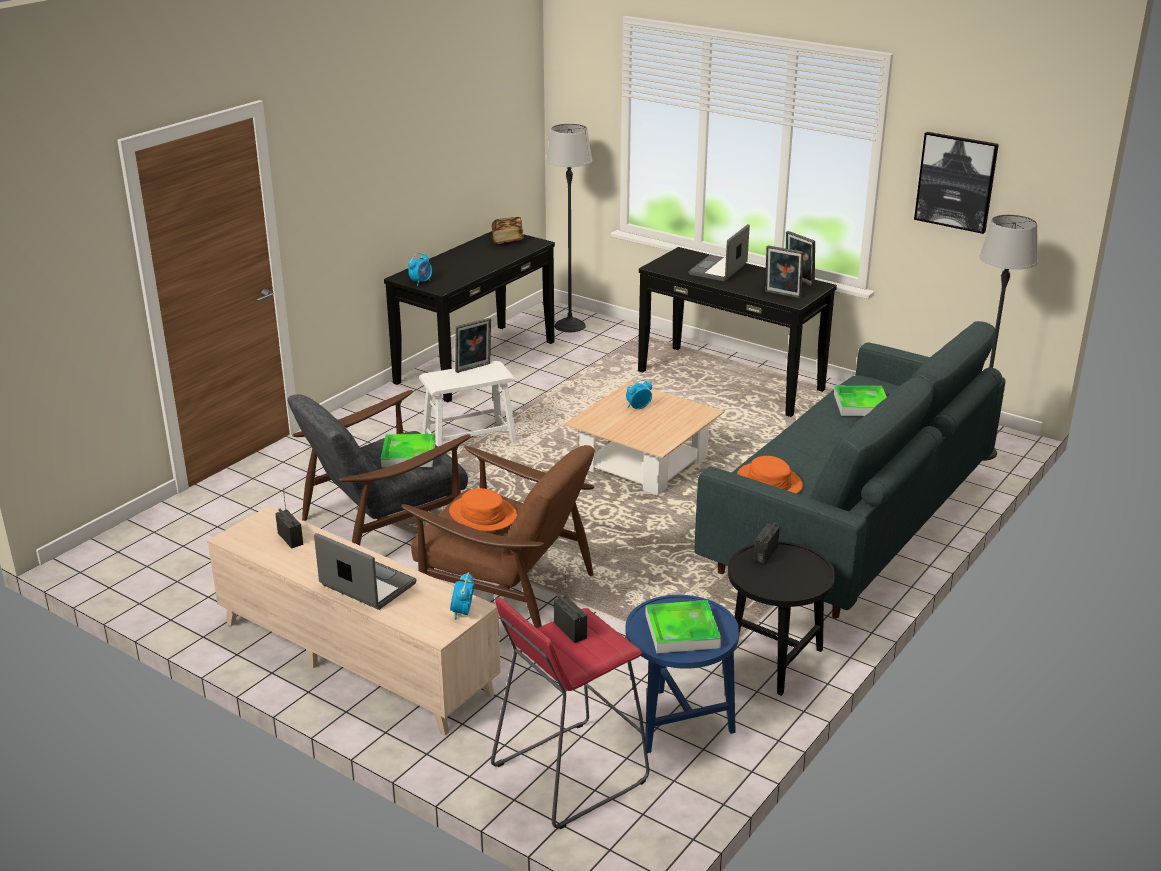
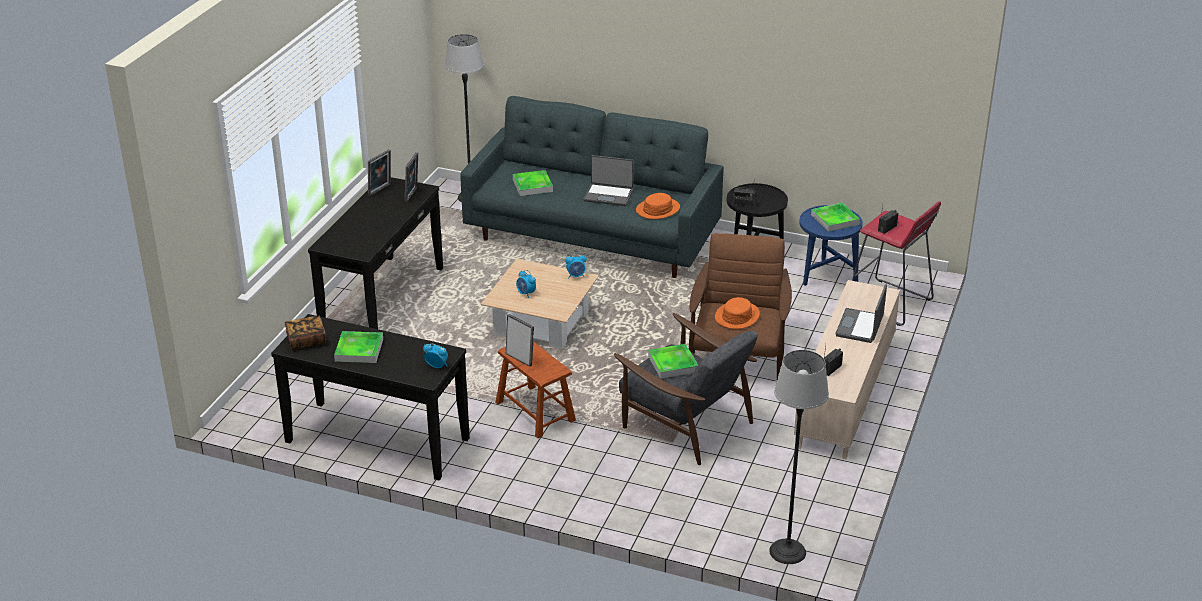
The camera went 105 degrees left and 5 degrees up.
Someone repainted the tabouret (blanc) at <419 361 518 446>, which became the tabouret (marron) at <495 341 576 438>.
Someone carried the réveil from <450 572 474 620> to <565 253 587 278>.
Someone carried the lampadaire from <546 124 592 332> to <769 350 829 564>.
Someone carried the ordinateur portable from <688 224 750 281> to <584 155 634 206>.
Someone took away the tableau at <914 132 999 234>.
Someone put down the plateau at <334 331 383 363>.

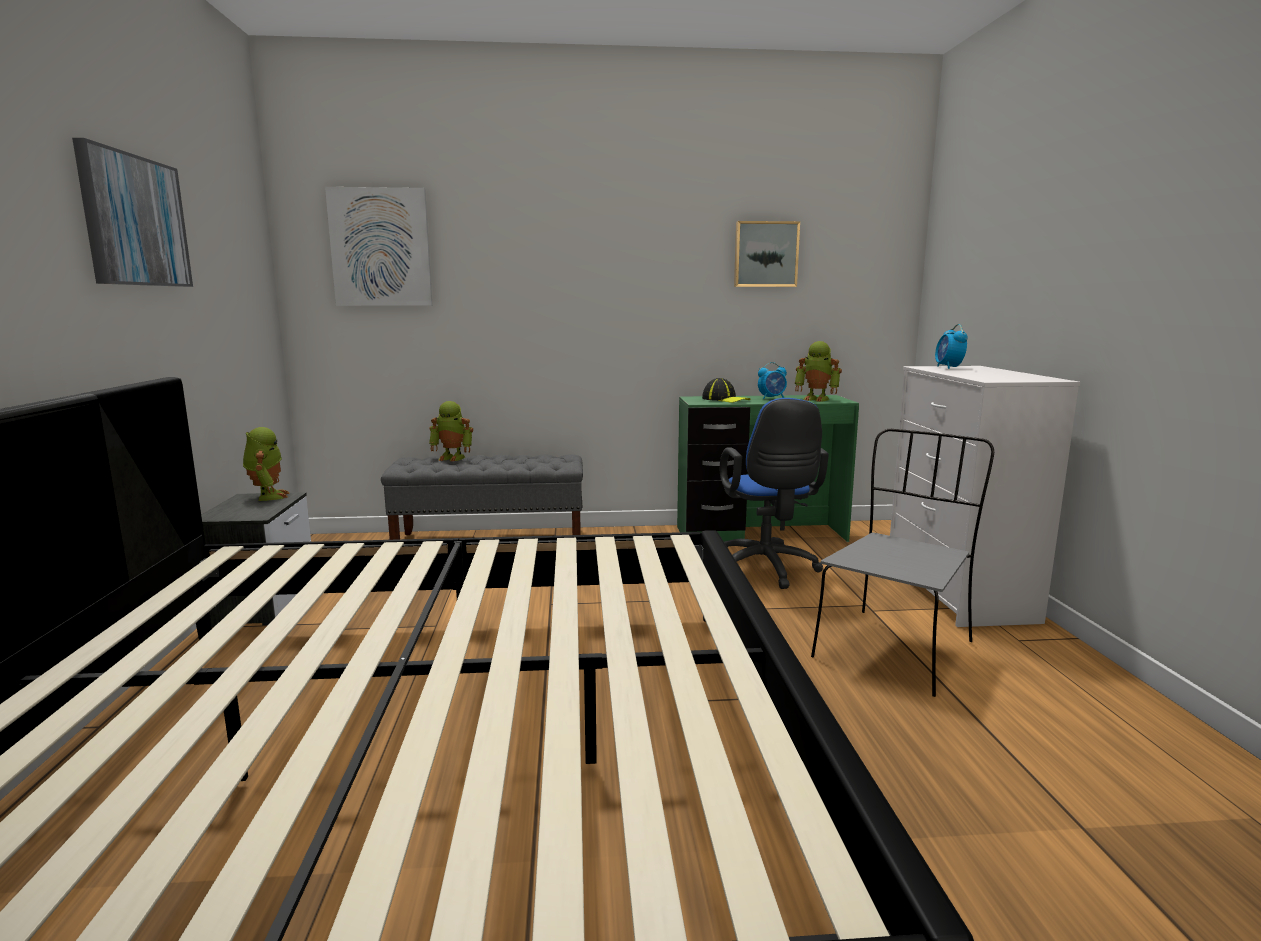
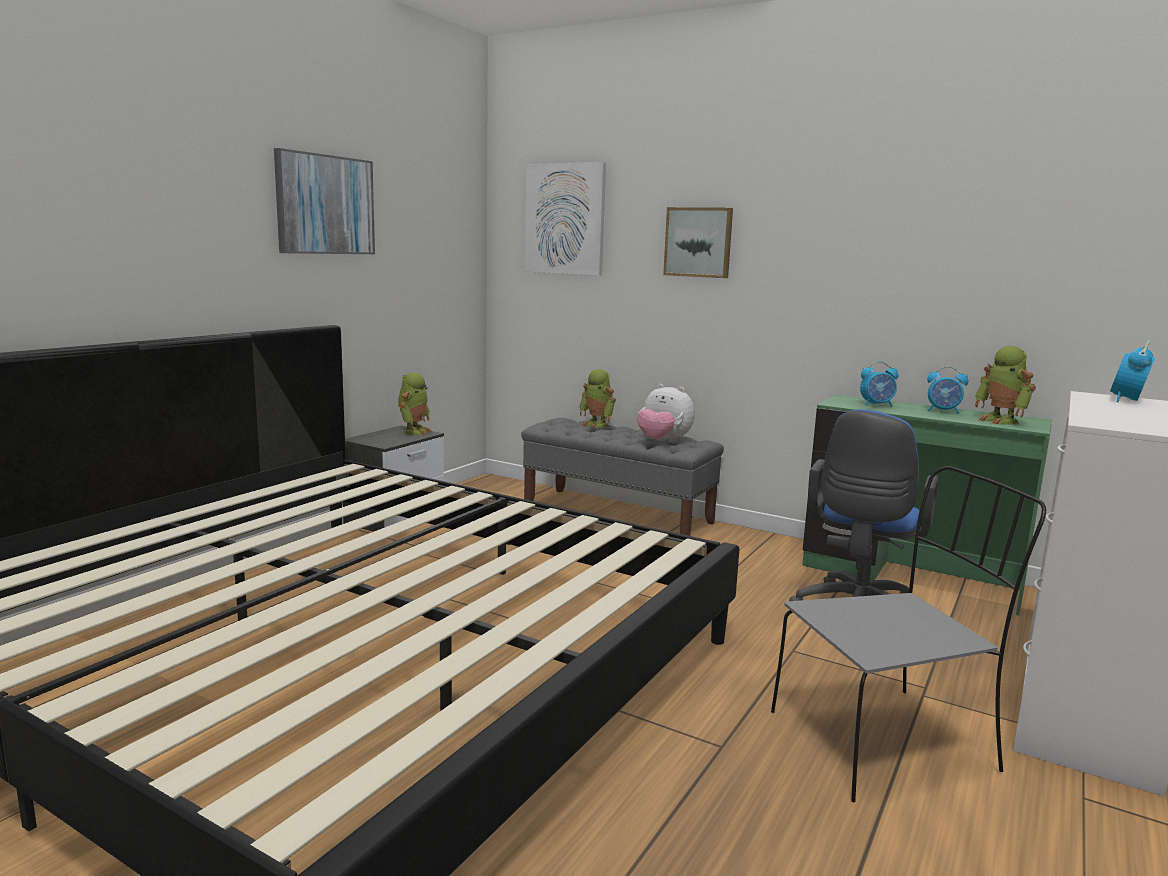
The camera went 35 degrees right and 0 degrees up.
Someone swapped the casquette at <702 378 751 403> for the réveil at <860 361 899 407>.
Someone carried the tableau from <734 221 800 287> to <663 207 733 278>.
Someone put down the peluche at <637 384 695 443>.

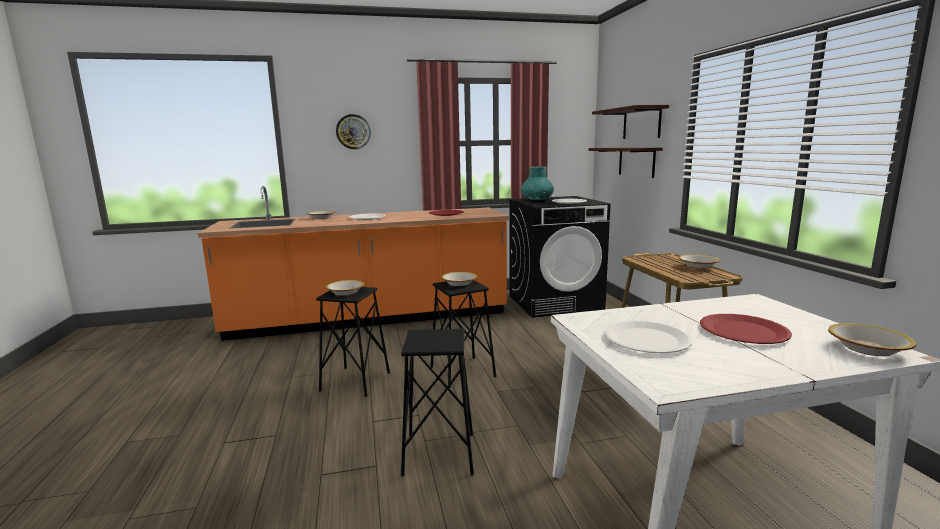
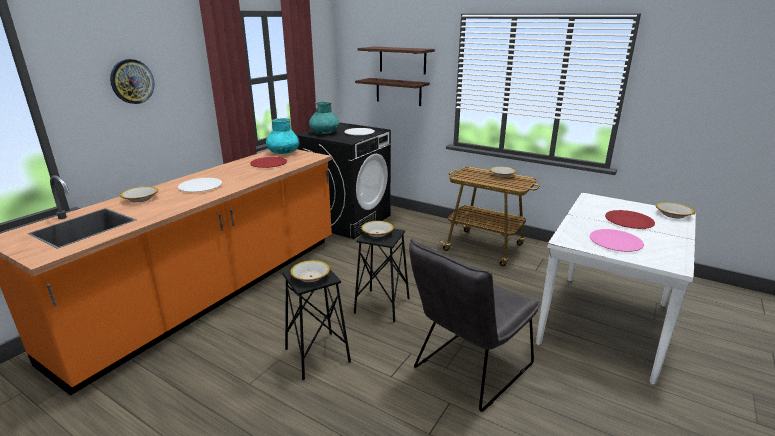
The camera went 45 degrees left and 10 degrees up.
Someone swapped the tabouret (noir) at <401 329 474 477> for the chaise (gris) at <409 239 540 412>.
Someone repainted the assiette (blanc) at <604 321 692 353>, which became the assiette (rose) at <590 229 644 252>.
Someone put down the vase (turquoise) at <266 118 300 154>.

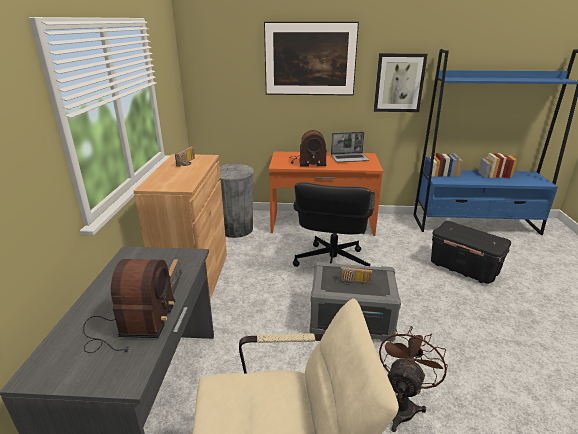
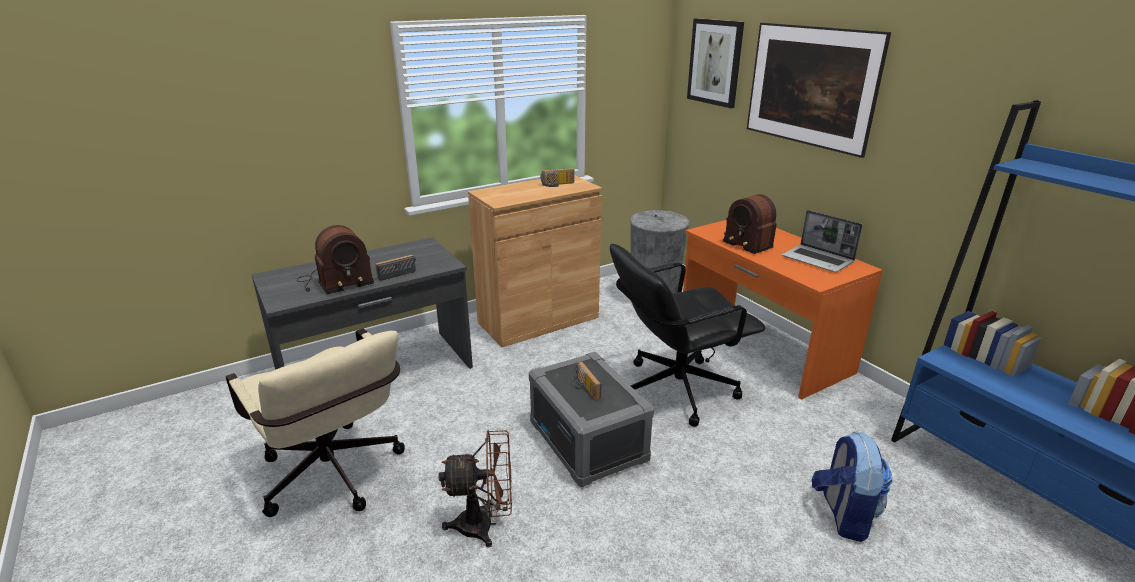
The camera went 55 degrees right and 0 degrees up.
Someone carried the tableau from <374 53 428 112> to <687 18 744 108>.
Someone swapped the boîte de rangement (noir) at <431 221 511 284> for the sac à dos at <812 431 893 542>.

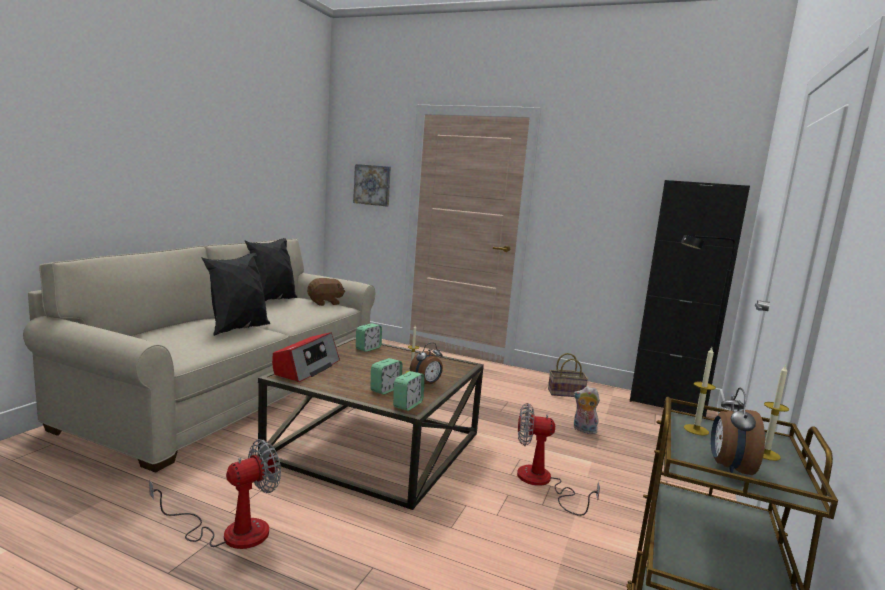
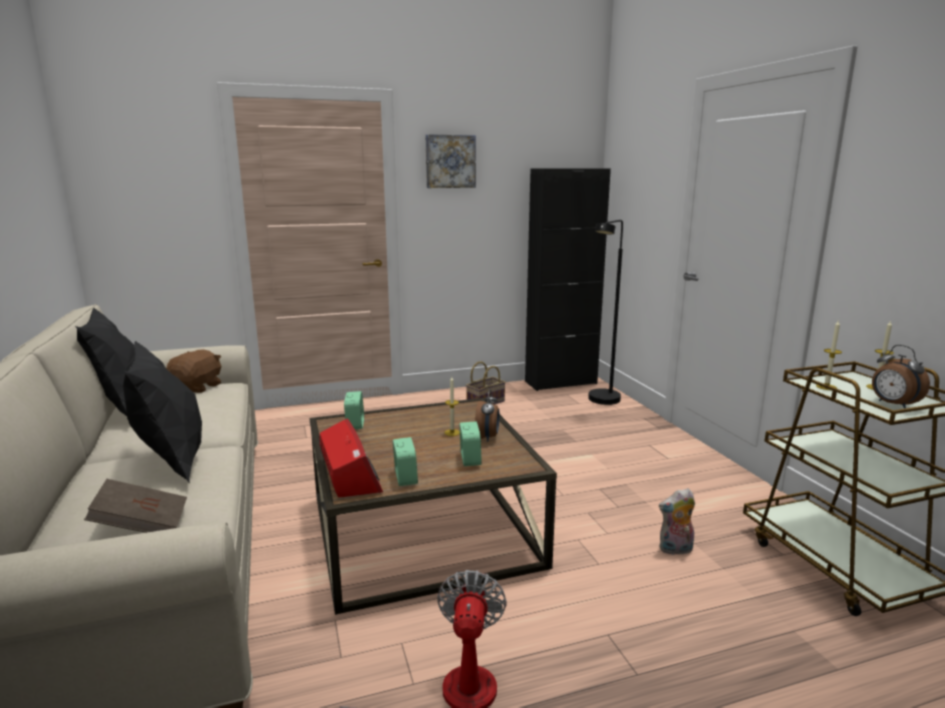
The camera went 40 degrees left and 5 degrees up.
Someone carried the tableau from <353 164 391 206> to <426 134 476 188>.
Someone carried the réveil from <393 371 424 411> to <393 437 418 486>.
Someone took away the ventilateur at <517 403 600 516>.
Someone carried the peluche from <574 386 600 435> to <659 488 695 555>.
Someone put down the livre (marron) at <84 479 187 533>.

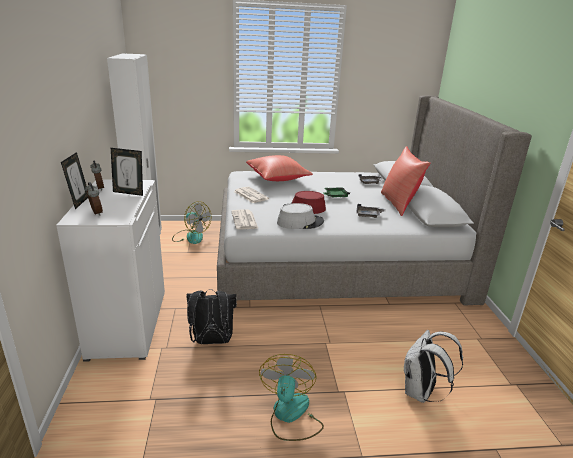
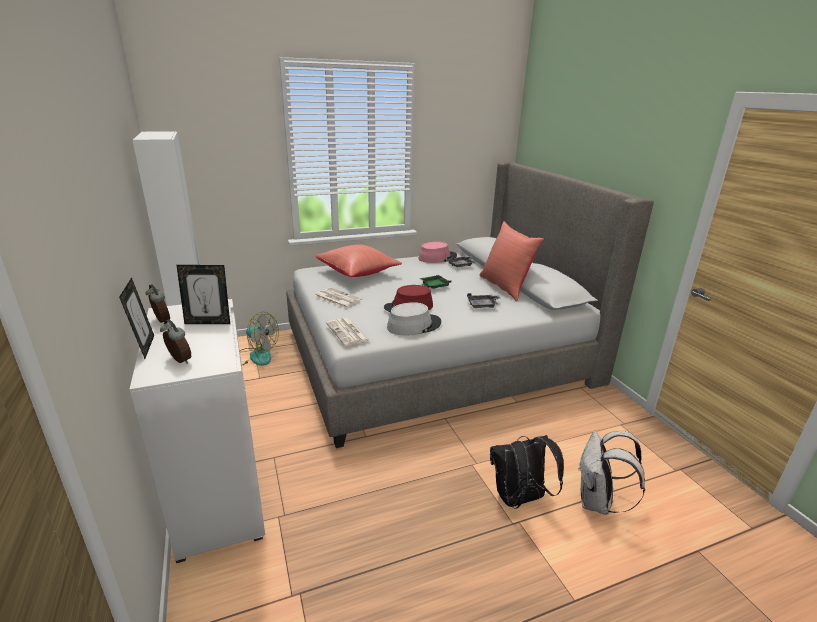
The camera went 15 degrees left and 0 degrees up.
Someone carried the sac à dos (noir) from <186 289 237 344> to <490 435 564 509>.
Someone took away the ventilateur at <259 354 324 441>.
Someone put down the chapeau (rose) at <418 242 457 263>.

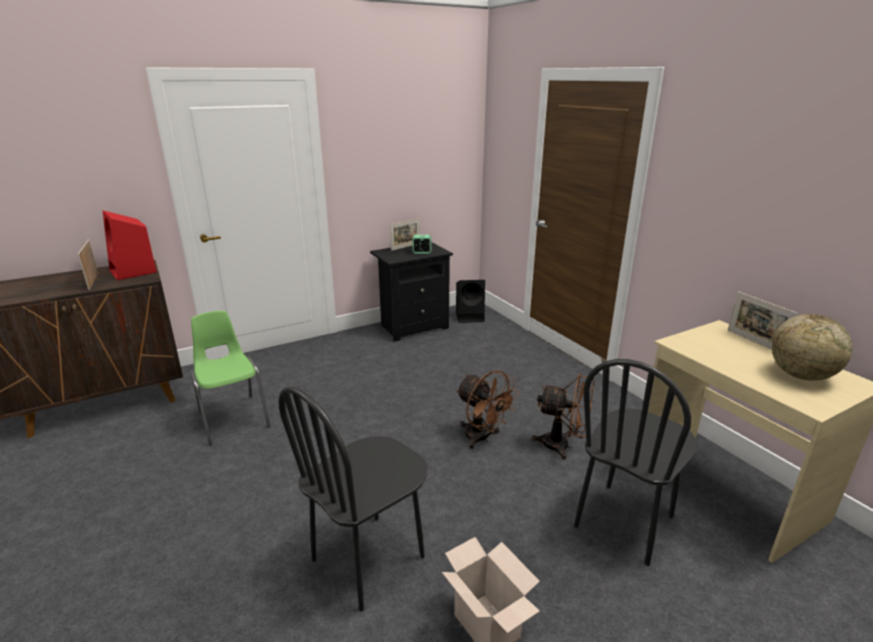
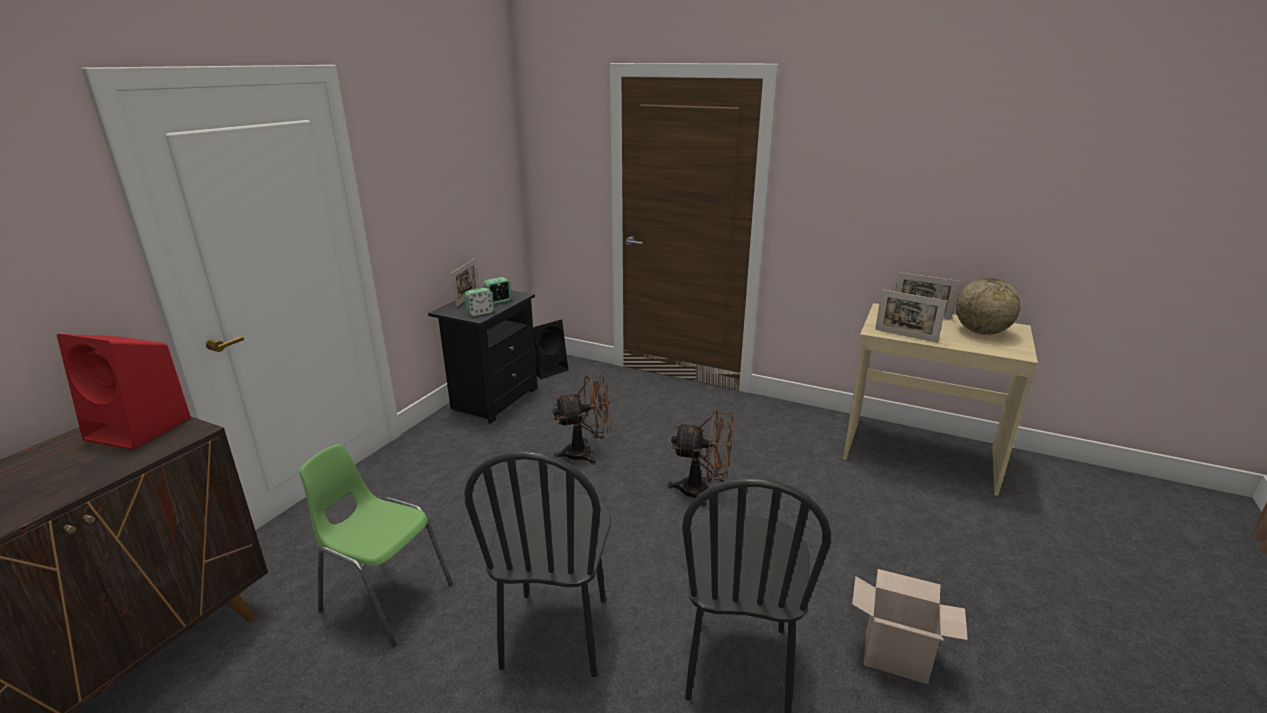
The camera went 35 degrees left and 0 degrees up.
Someone carried the cadre photo from <78 240 98 290> to <875 289 947 343>.
Someone carried the ventilateur (marron) from <531 374 595 460> to <553 375 613 465>.
Someone carried the chaise (noir) from <574 359 698 566> to <464 451 611 677>.
Someone put down the réveil at <464 288 494 316>.

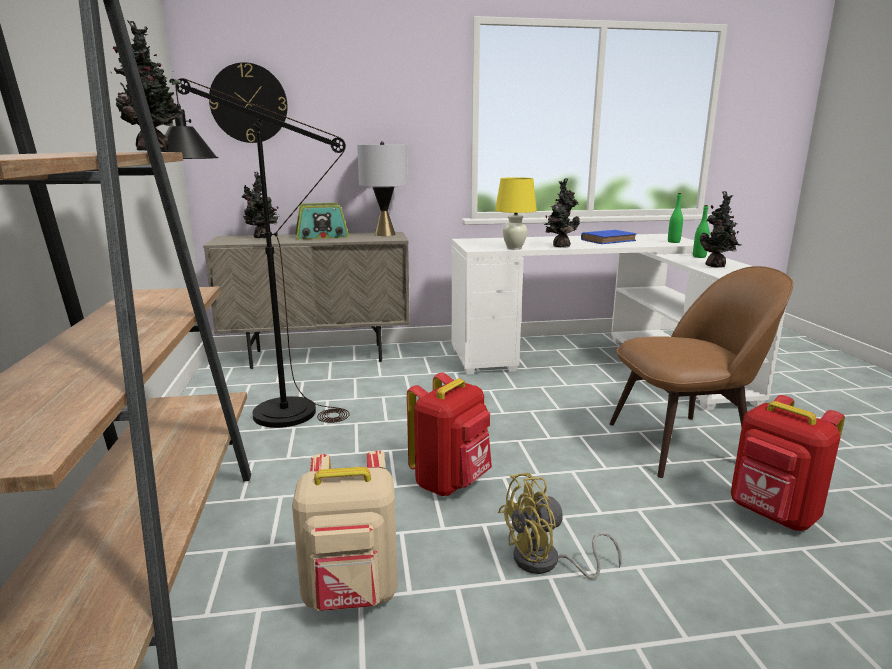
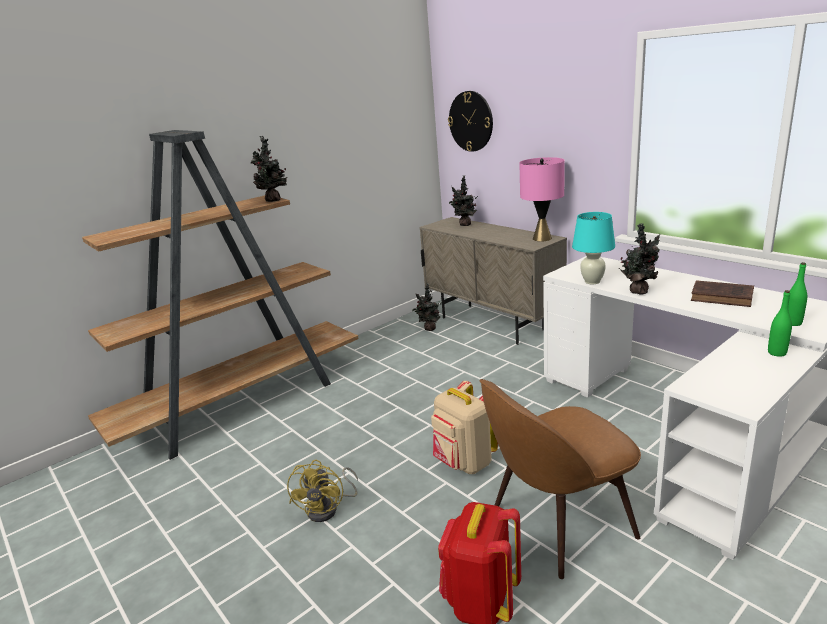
The camera went 60 degrees right and 5 degrees up.
Someone took away the lampadaire (noir) at <161 78 350 428>.
Someone carried the sac à dos (beige) from <292 451 398 611> to <431 381 498 474>.
Someone took away the radio at <295 203 349 239>.
Someone repainted the lampe de table (gris) at <357 141 408 236>, which became the lampe de table (rose) at <519 157 565 241>.
Someone took away the sac à dos (rouge) at <407 372 492 496>.
Someone repainted the lampe de table (jaune) at <495 177 537 249>, which became the lampe de table (turquoise) at <572 212 615 284>.
Someone rotated the ventilateur (jaune) at <498 473 621 579> by 120 degrees counterclockwise.
Someone repainted the livre (bleu) at <581 230 636 244>, which became the livre (marron) at <691 280 754 307>.
Someone rotated the chaise (marron) at <609 266 793 478> by 105 degrees clockwise.
Someone carried the plante en pot from <699 191 742 268> to <412 283 441 331>.

